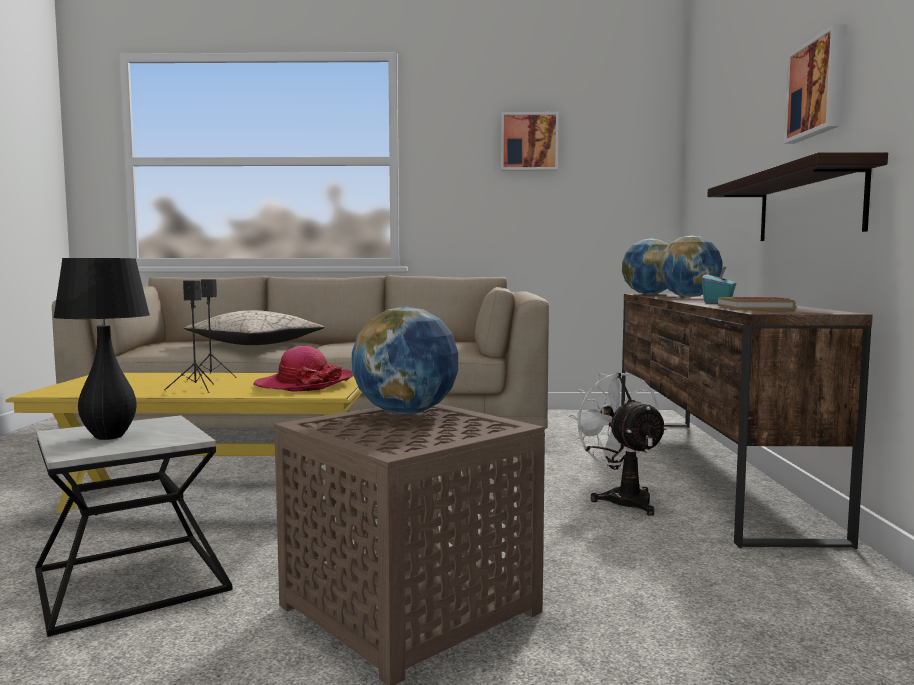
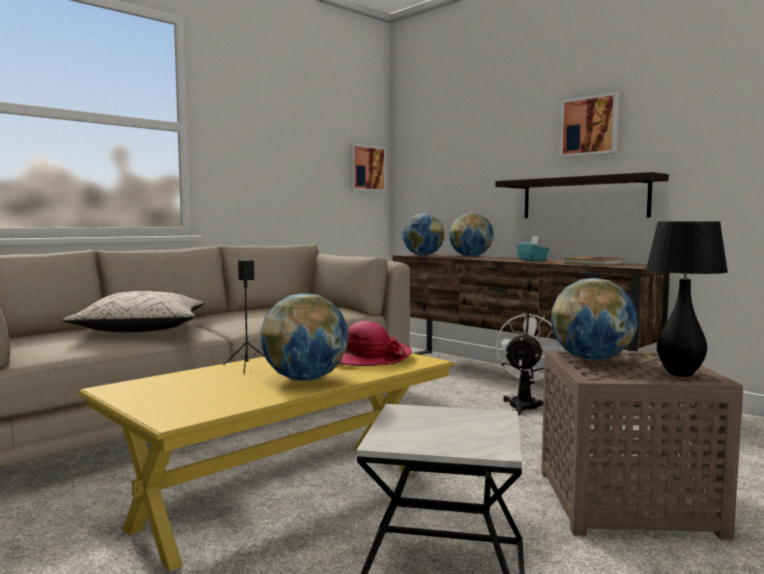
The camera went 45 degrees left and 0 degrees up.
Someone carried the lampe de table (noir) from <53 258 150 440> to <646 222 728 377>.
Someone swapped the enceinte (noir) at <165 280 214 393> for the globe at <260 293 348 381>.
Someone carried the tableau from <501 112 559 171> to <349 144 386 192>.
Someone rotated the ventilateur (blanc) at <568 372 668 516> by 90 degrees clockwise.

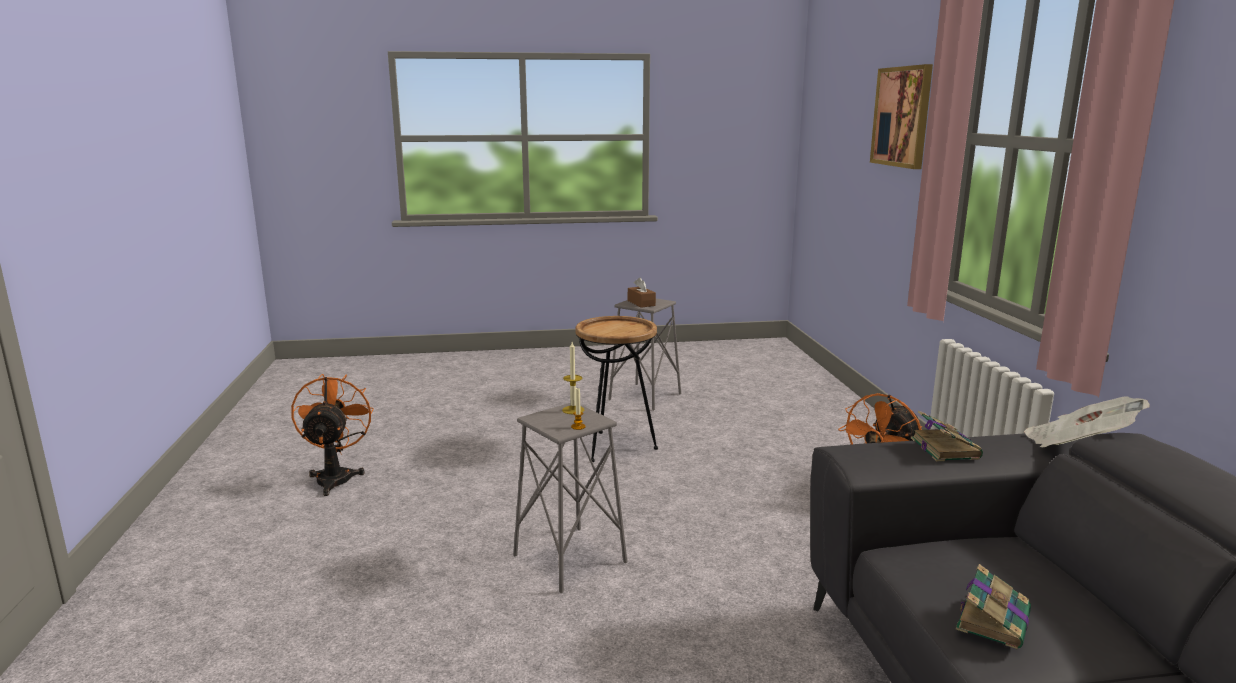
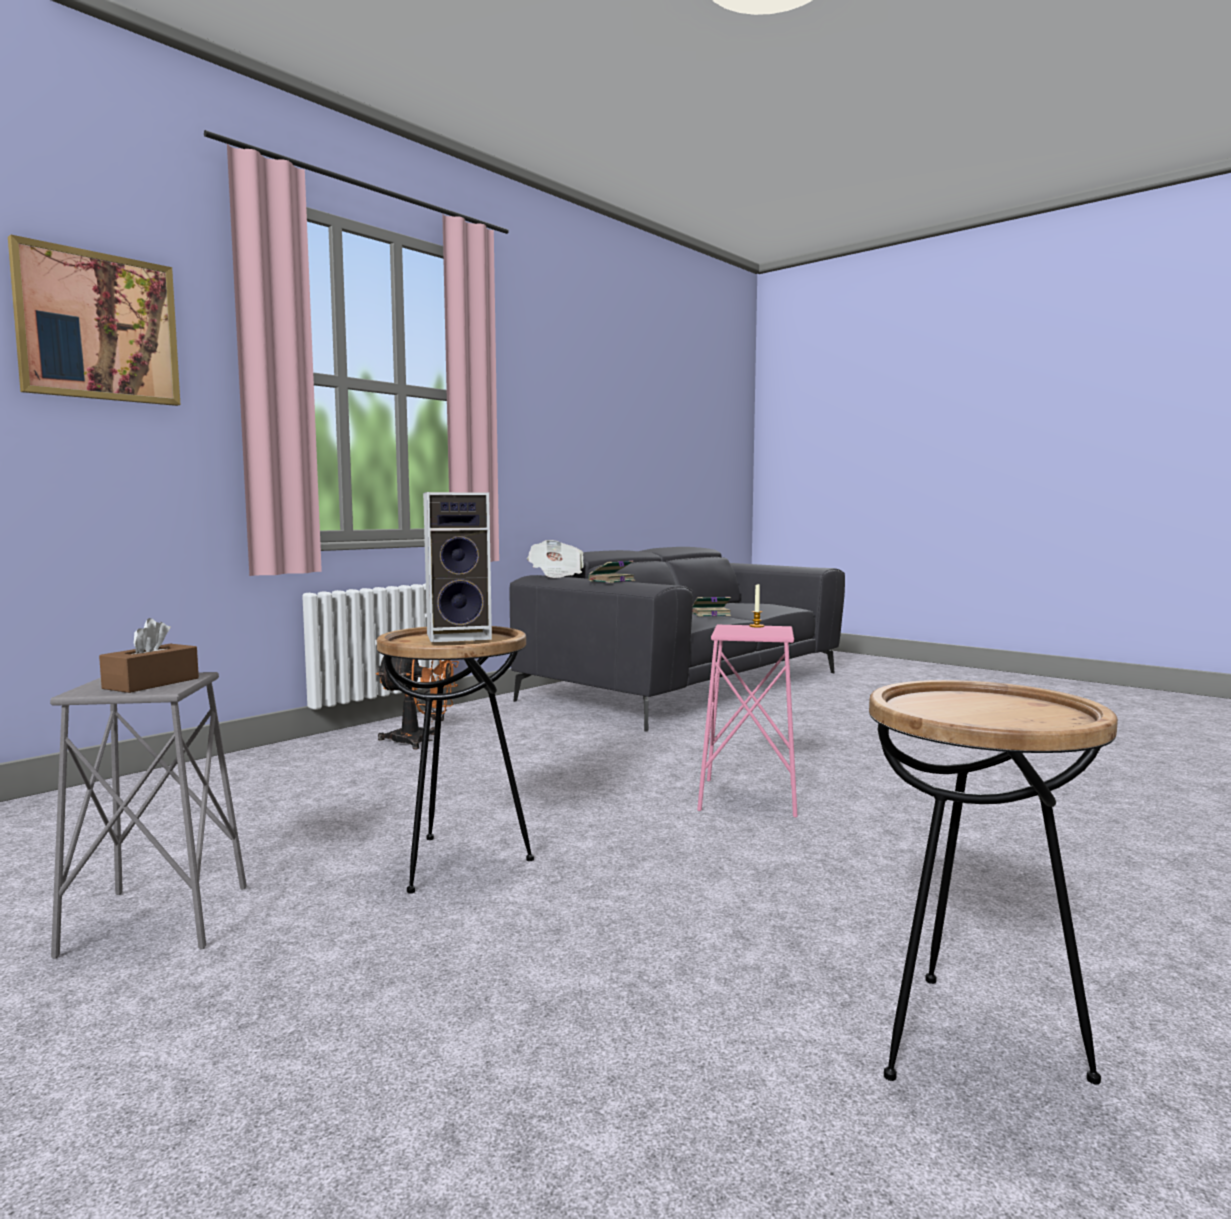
The camera went 130 degrees left and 10 degrees down.
Someone swapped the ventilateur (orange) at <291 374 374 496> for the table d'appoint (marron) at <869 680 1118 1085>.
Someone repainted the tabouret (gris) at <513 403 627 593>, which became the tabouret (rose) at <697 625 797 817>.
Someone took away the bougie at <562 342 584 414>.
Someone put down the enceinte at <423 492 492 642>.

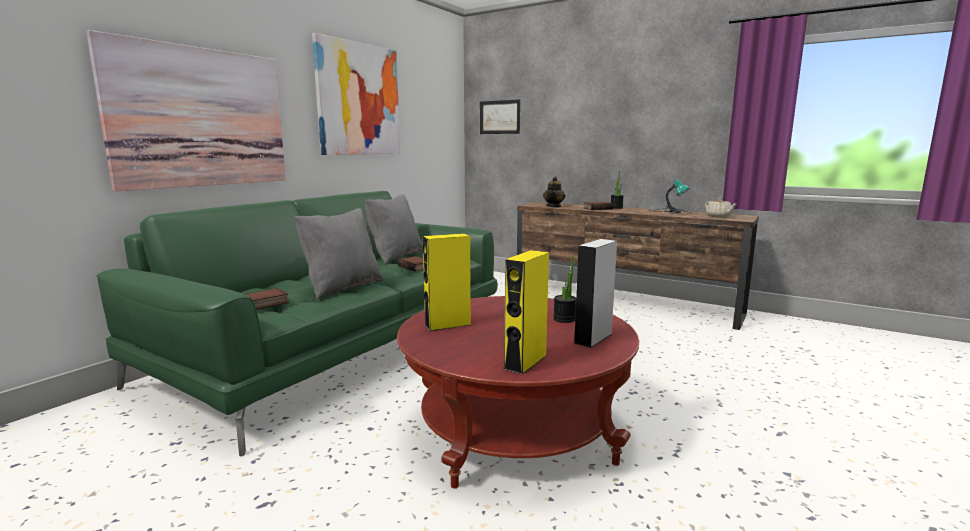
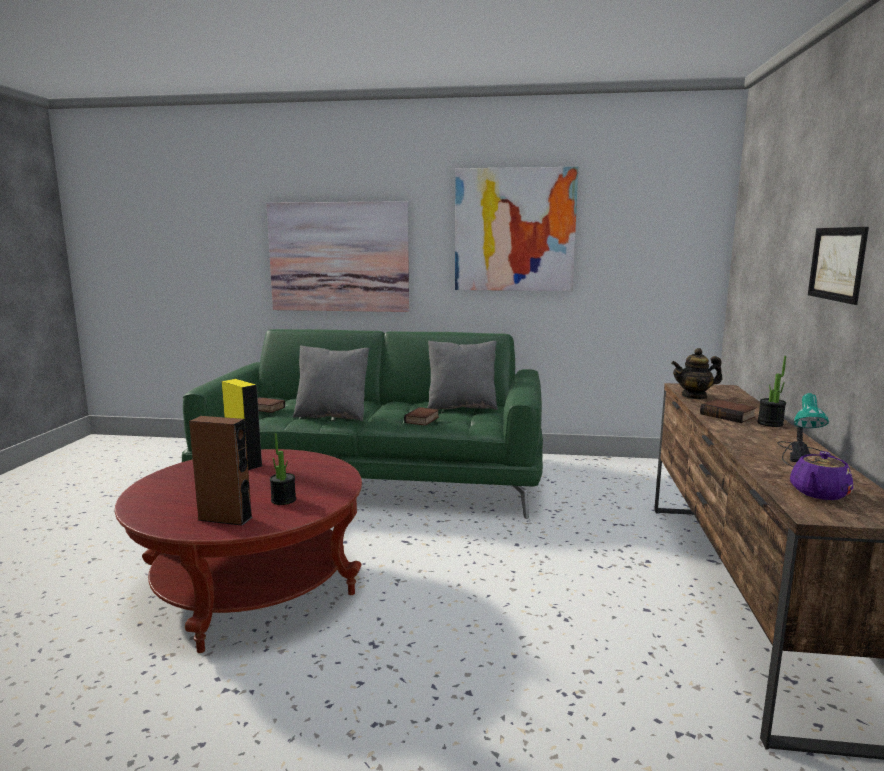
The camera went 65 degrees right and 0 degrees up.
Someone carried the tableau from <480 99 520 134> to <808 227 869 305>.
Someone took away the enceinte (jaune) at <503 250 549 375>.
Someone repainted the enceinte (gris) at <573 239 617 348>, which became the enceinte (marron) at <189 416 253 526>.
Someone repainted the théière (beige) at <705 198 736 218>, which became the théière (violet) at <790 451 853 500>.

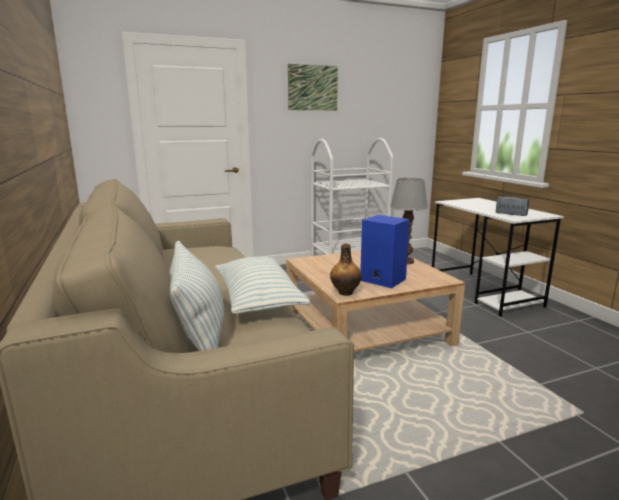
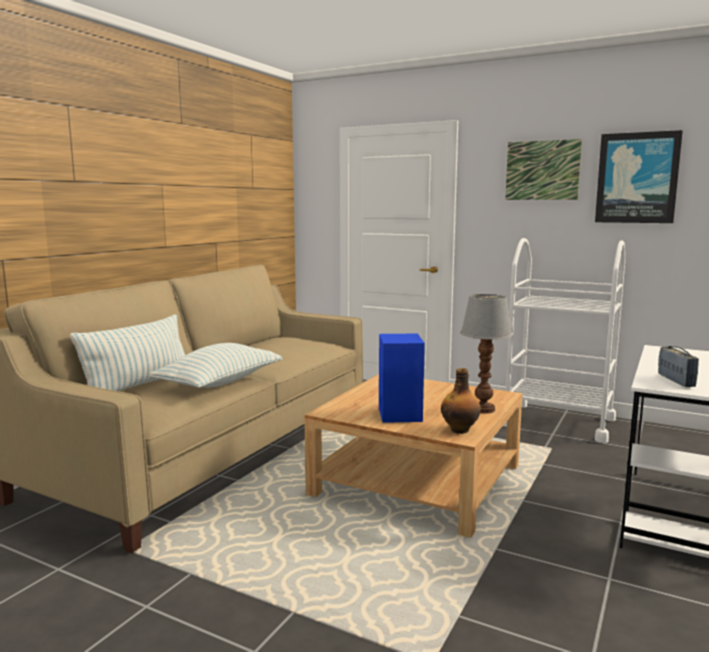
The camera went 50 degrees right and 5 degrees down.
Someone carried the bouteille from <330 244 362 296> to <441 368 481 434>.
Someone put up the tableau at <595 130 683 223>.

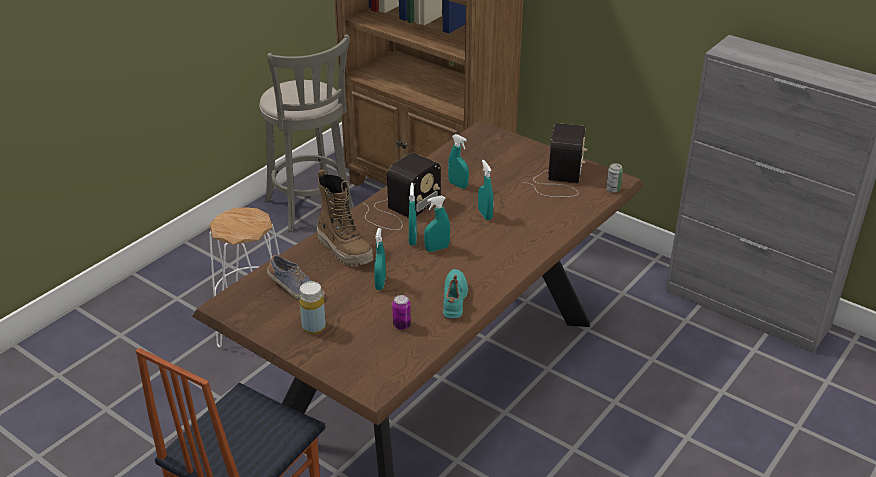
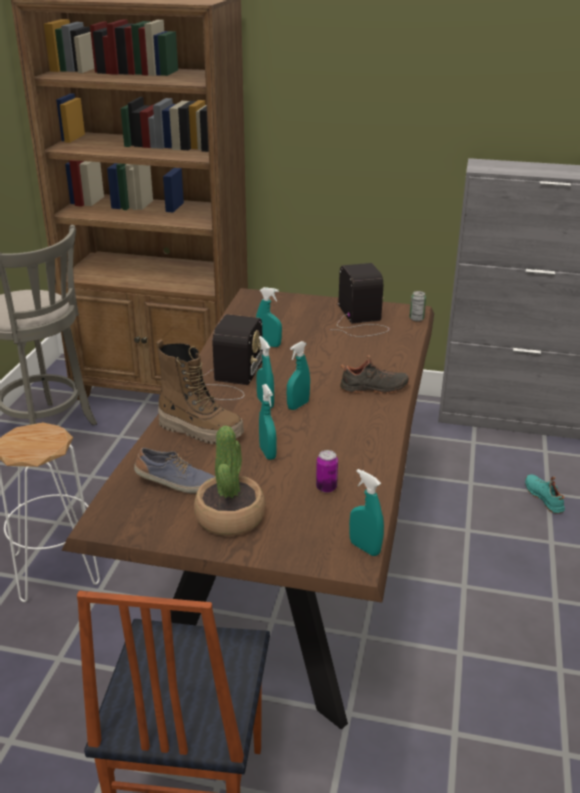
The camera went 25 degrees left and 5 degrees down.
Someone swapped the bouteille (jaune) at <300 281 326 334> for the plante en pot at <194 426 265 536>.
Someone carried the chaussure (turquoise) from <443 269 468 319> to <525 474 565 514>.
Someone carried the vaporisateur (turquoise) from <478 160 493 220> to <349 469 384 556>.
Someone put down the chaussure (noir) at <340 355 410 394>.

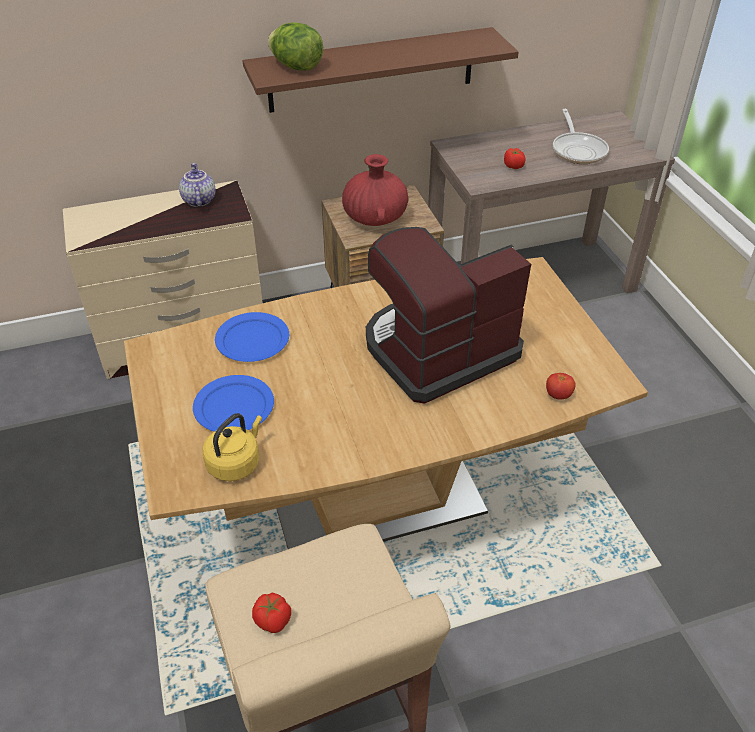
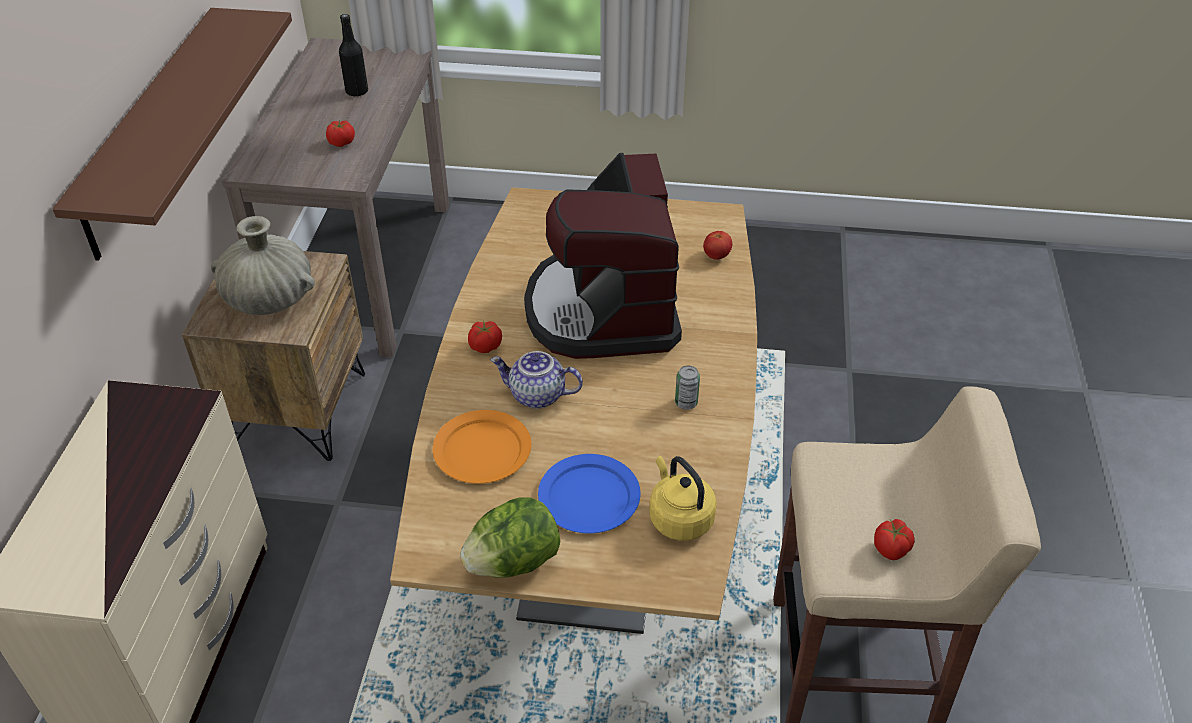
The camera went 65 degrees left and 0 degrees up.
Someone carried the théière from <179 163 216 207> to <490 351 583 409>.
Someone repainted the assiette (bleu) at <215 312 289 362>, which became the assiette (orange) at <433 410 531 484>.
Someone carried the laitue from <268 22 323 71> to <460 497 560 578>.
Someone repainted the vase (rouge) at <342 154 408 226>, which became the vase (beige) at <211 216 315 315>.
Someone swapped the poêle at <553 109 609 164> for the bouteille (noir) at <339 14 368 97>.
Someone put down the tomate at <468 321 502 353>.
Someone put down the boîte métallique at <675 365 700 410>.

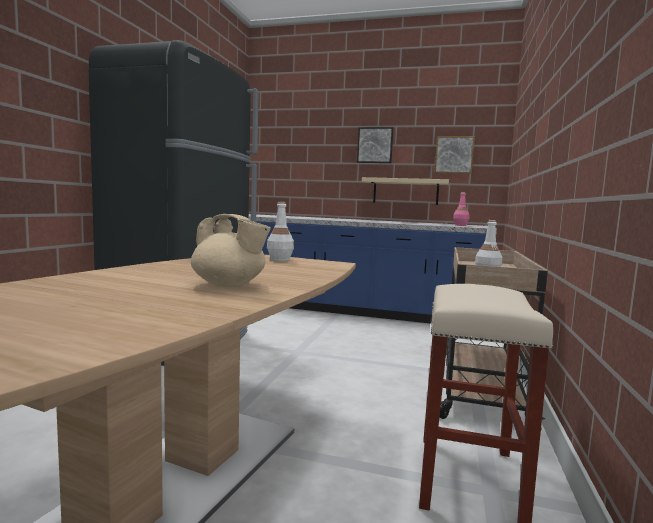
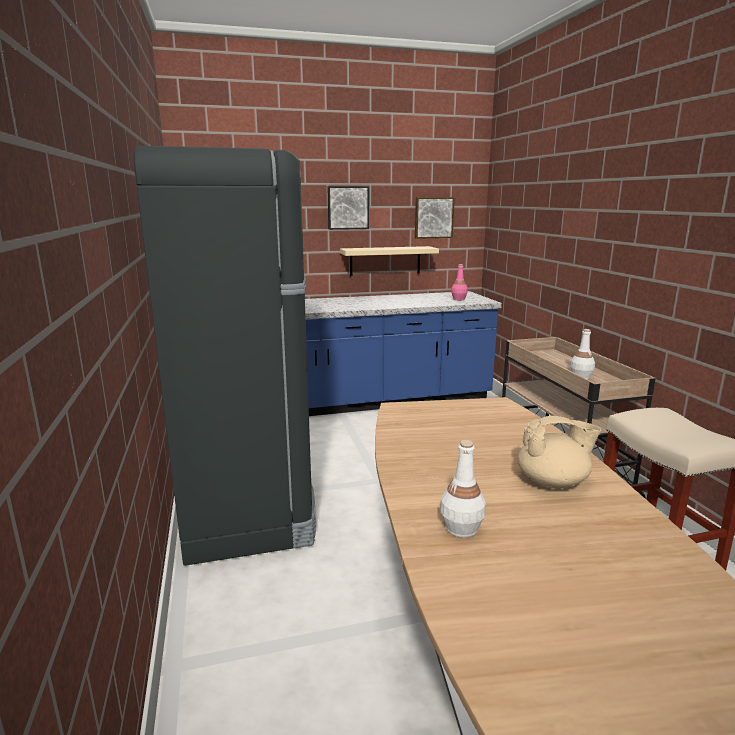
The camera went 30 degrees left and 10 degrees up.
Someone carried the bouteille (blanc) from <267 202 294 261> to <440 440 486 538>.

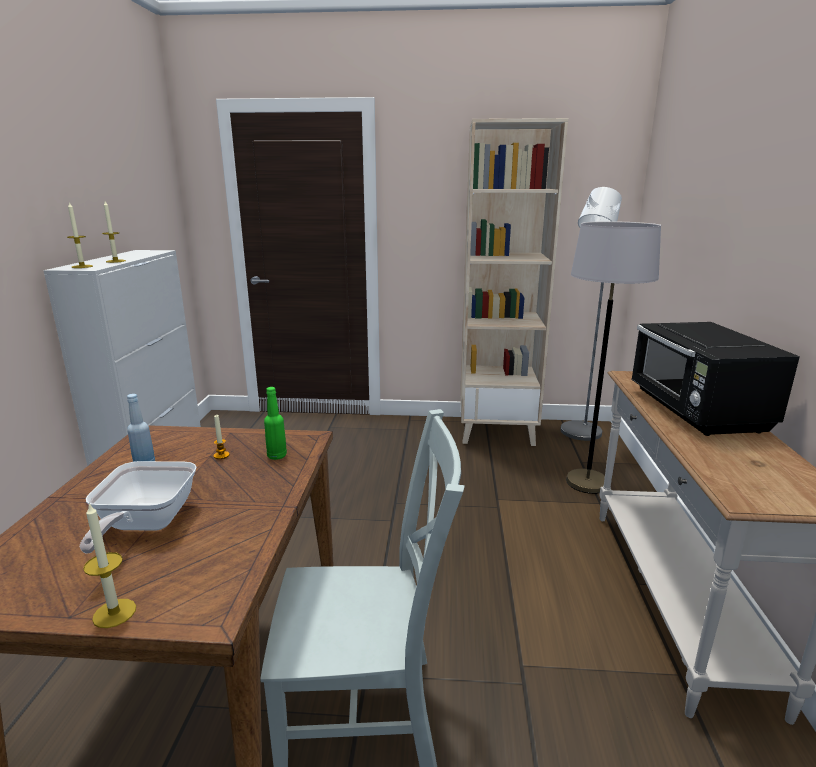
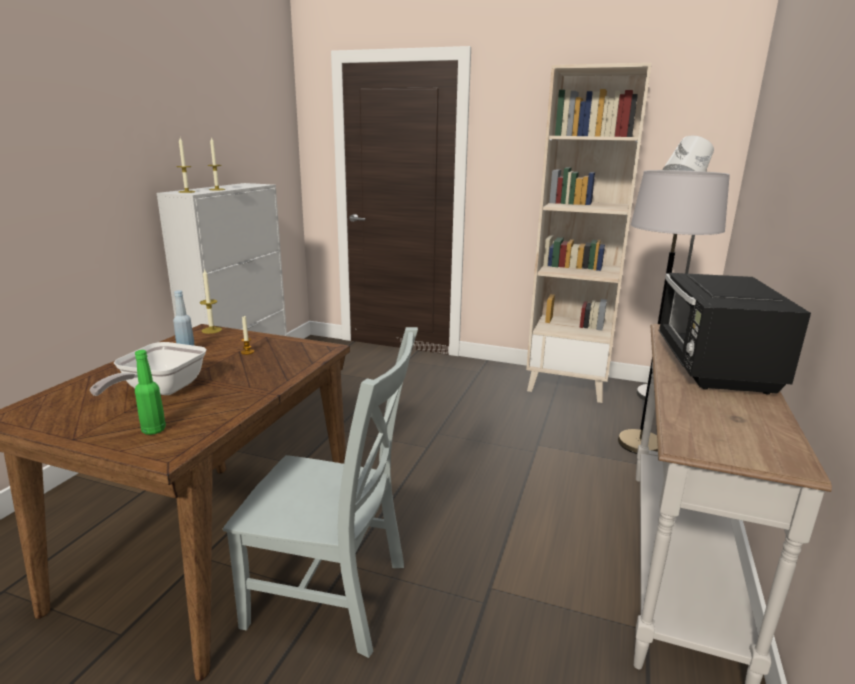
The camera went 15 degrees right and 0 degrees up.
Someone carried the bougie from <83 503 136 628> to <200 268 222 334>.
Someone carried the bouteille (vert) from <264 387 287 460> to <135 350 166 435>.

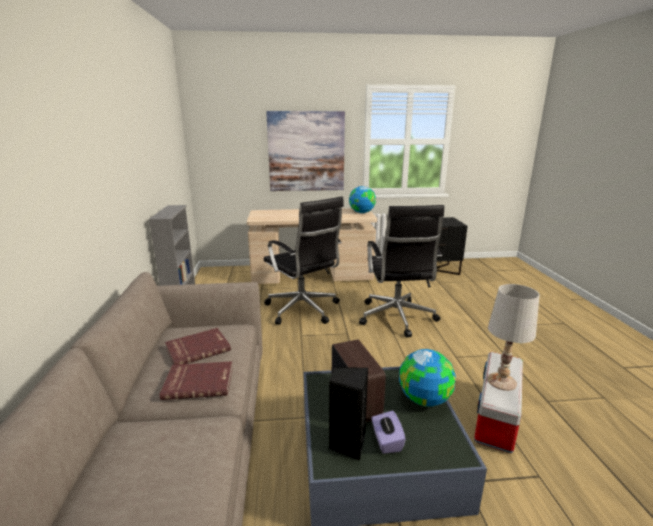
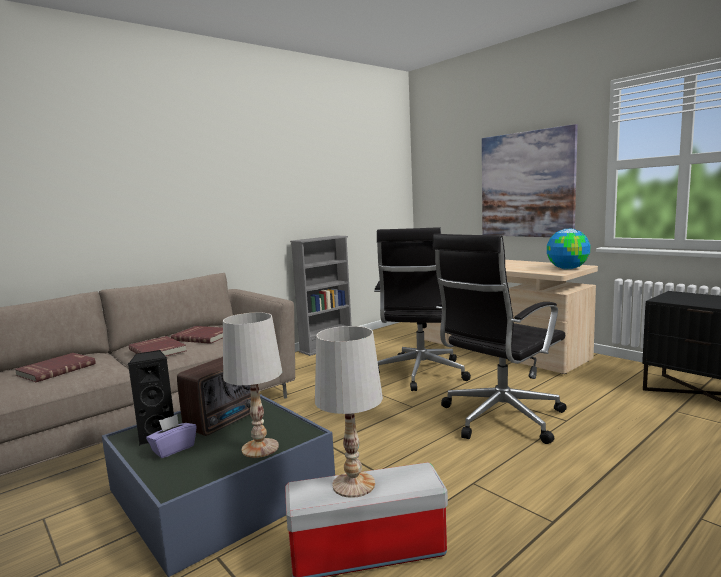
The camera went 55 degrees right and 10 degrees down.
Someone swapped the globe at <399 349 456 407> for the lampe de table (blanc) at <223 312 282 458>.
Someone put down the livre (rouge) at <15 353 96 382>.

